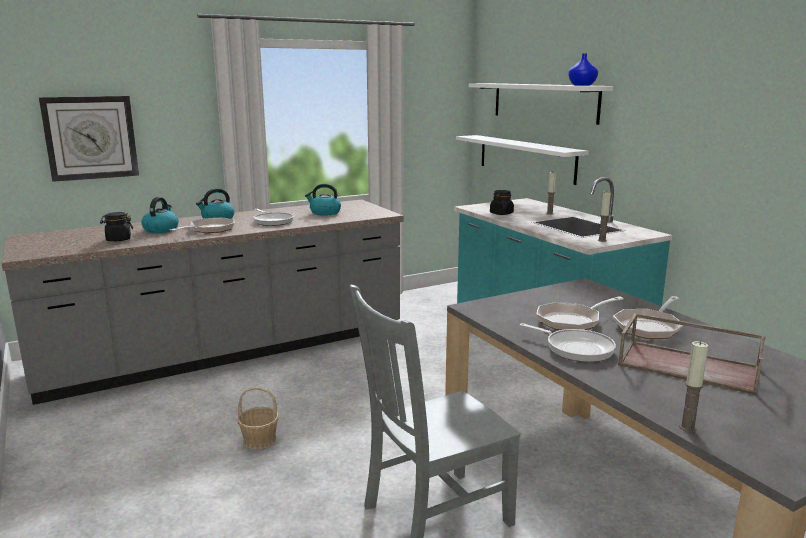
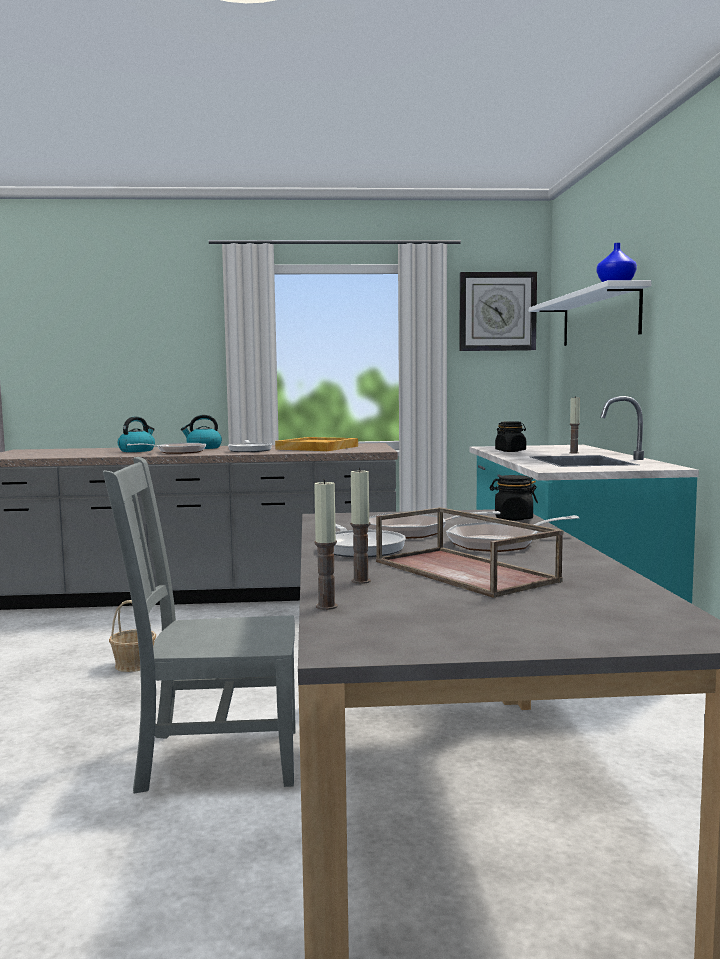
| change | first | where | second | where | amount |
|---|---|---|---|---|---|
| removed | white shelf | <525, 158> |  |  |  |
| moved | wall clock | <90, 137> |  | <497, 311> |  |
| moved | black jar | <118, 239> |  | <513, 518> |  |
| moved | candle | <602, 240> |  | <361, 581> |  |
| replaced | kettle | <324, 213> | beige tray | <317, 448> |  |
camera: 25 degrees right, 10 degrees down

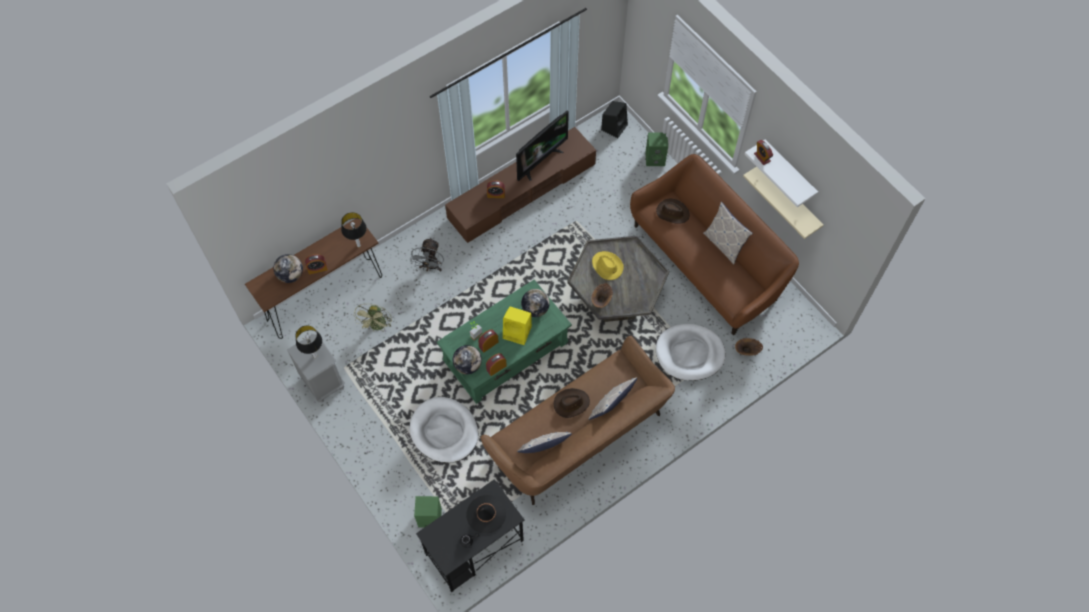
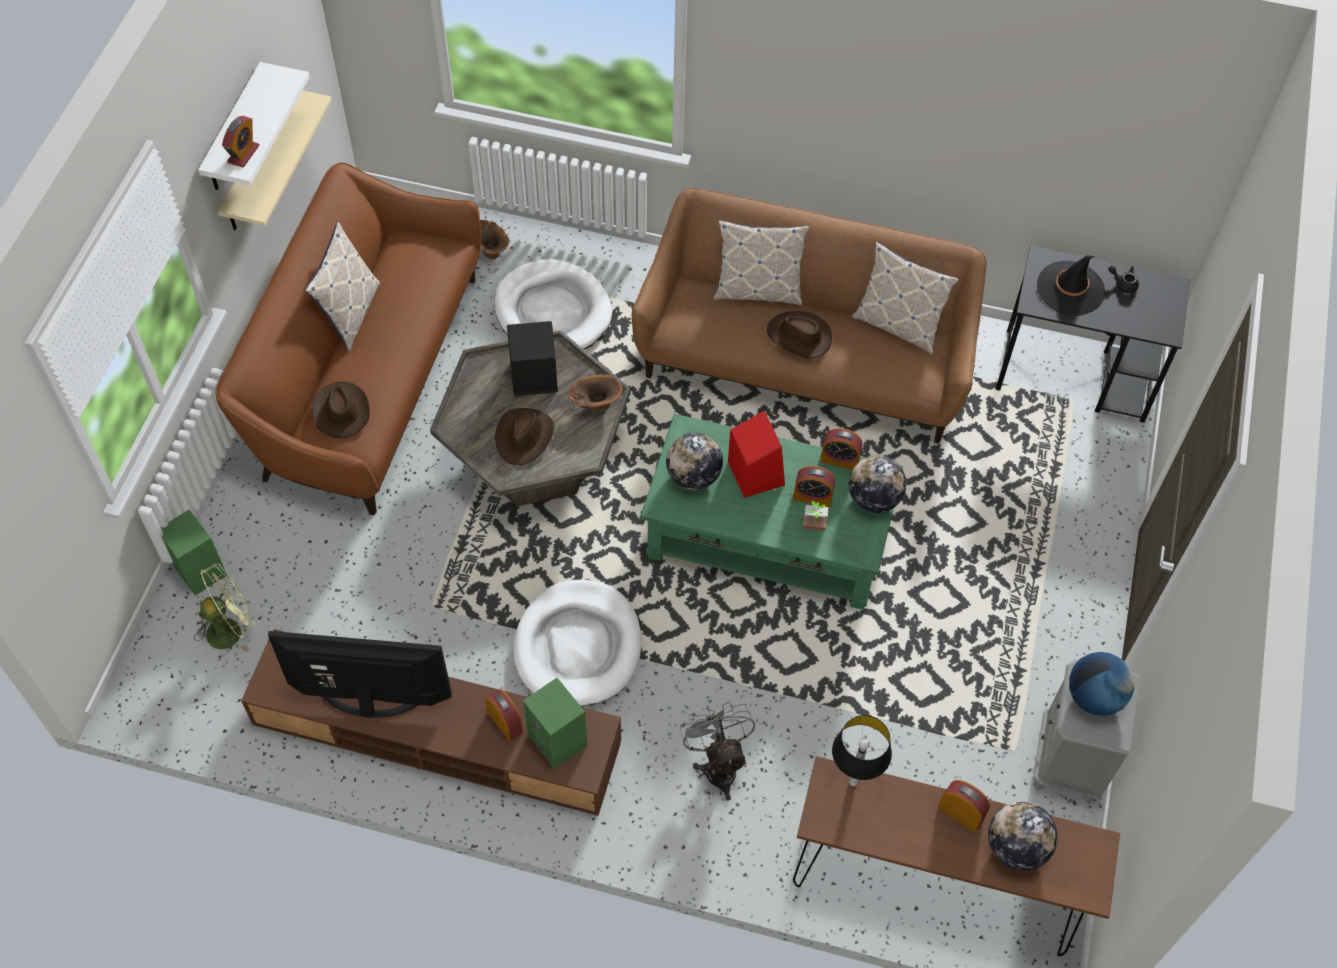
| change | first | where | second | where | amount |
|---|---|---|---|---|---|
| moved | green fan | <377, 326> |  | <231, 629> |  |
| moved | white dog bed | <444, 431> |  | <578, 646> |  |
| moved | green speaker | <429, 518> |  | <559, 740> |  |
| moved | black speaker | <614, 126> |  | <532, 377> |  |
| replaced | table lamp | <315, 356> | globe | <1094, 697> |  |
| recoloured | yellow speaker | <518, 332> | red speaker | <755, 472> |  |
| recoloured | yellow hat | <607, 266> | brown hat | <524, 437> |  |
| turned | grey fan | <430, 267> |  | <718, 765> | 75 degrees counterclockwise |
camera: 130 degrees left, 5 degrees down

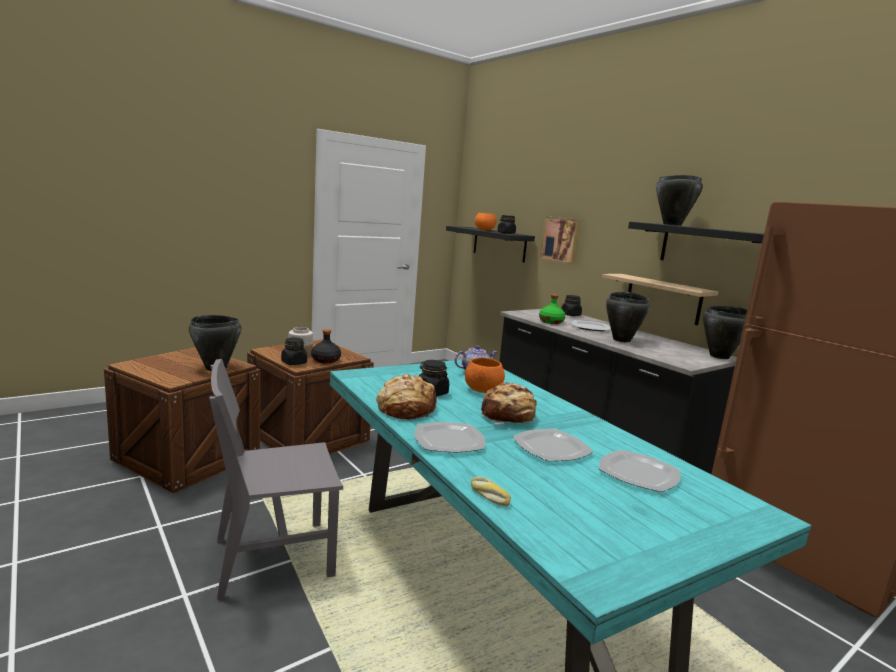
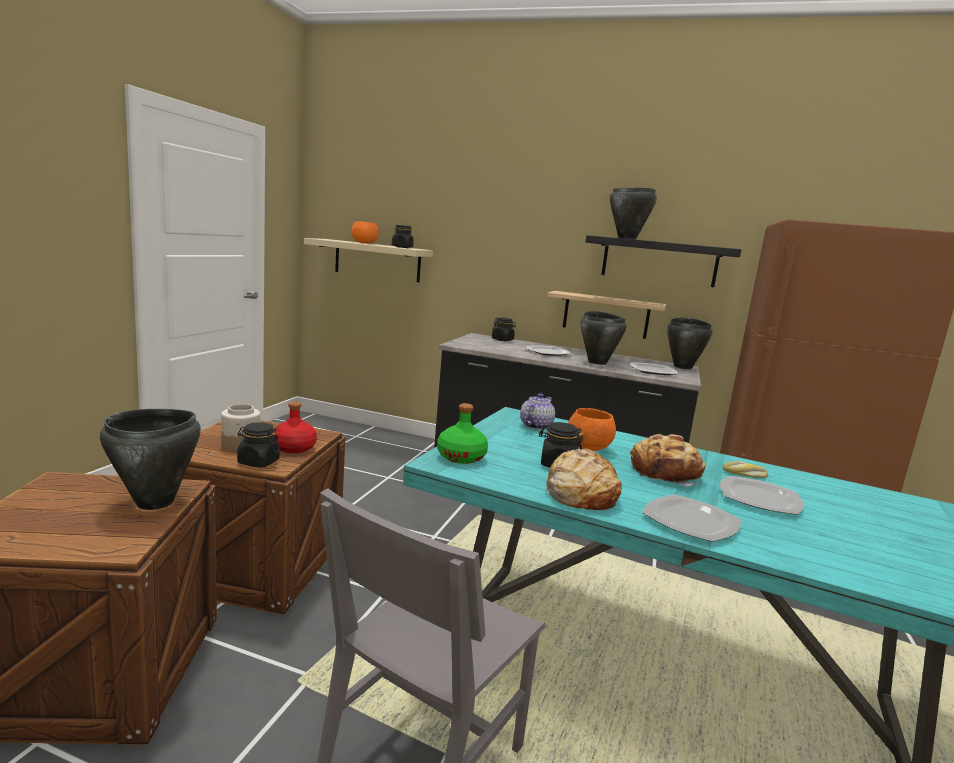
| change | first | where | second | where | amount |
|---|---|---|---|---|---|
| removed | picture | <561, 240> |  |  |  |
| moved | bread | <488, 496> |  | <744, 475> |  |
| moved | green bottle | <551, 322> |  | <461, 457> |  |
| moved | plate | <639, 474> |  | <653, 371> |  |
| recoloured | black bottle | <326, 360> | red bottle | <294, 448> |  |
| recoloured | black shelf | <499, 244> | beige shelf | <377, 260> |  |
camera: 35 degrees left, 0 degrees up

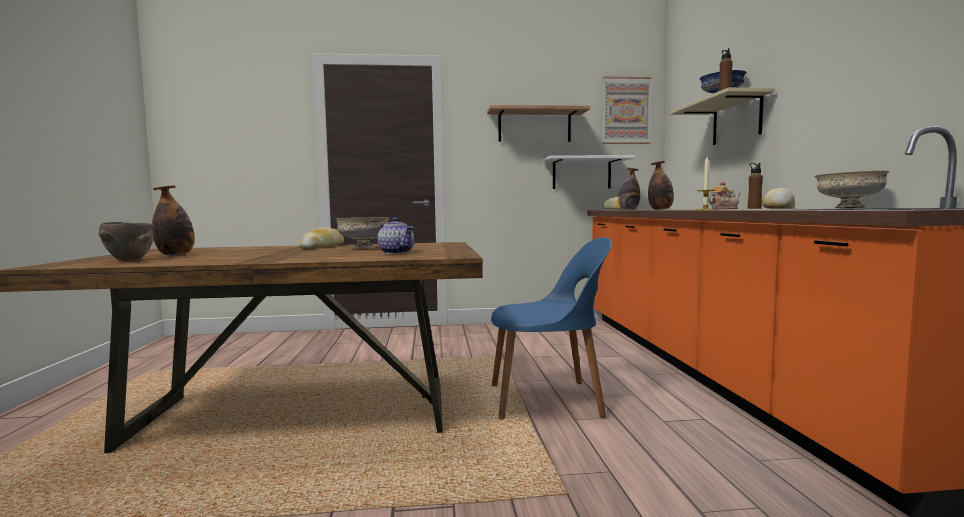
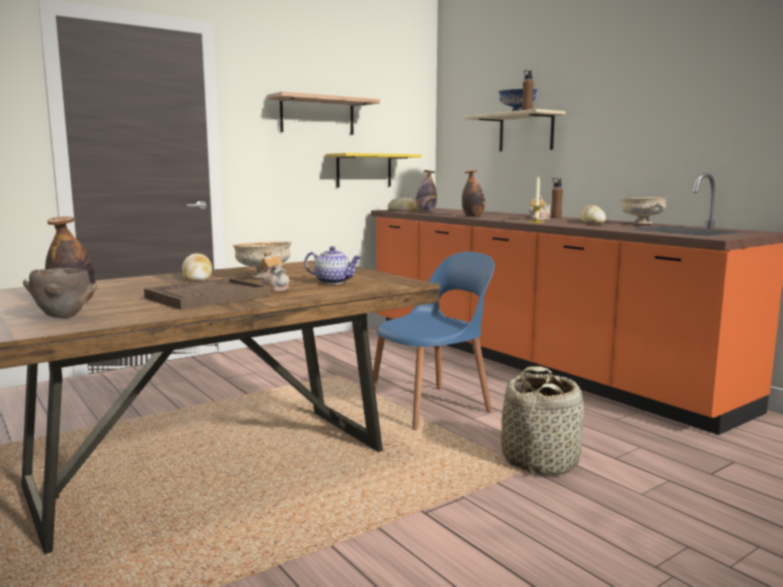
| change | first | where | second | where | amount |
|---|---|---|---|---|---|
| removed | picture | <626, 111> |  |  |  |
| added |  |  | brown tray | <208, 297> |  |
| added |  |  | teapot | <274, 288> |  |
| added |  |  | basket | <540, 460> |  |
| recoloured | white shelf | <581, 174> | yellow shelf | <364, 170> |  |
camera: 30 degrees left, 5 degrees up

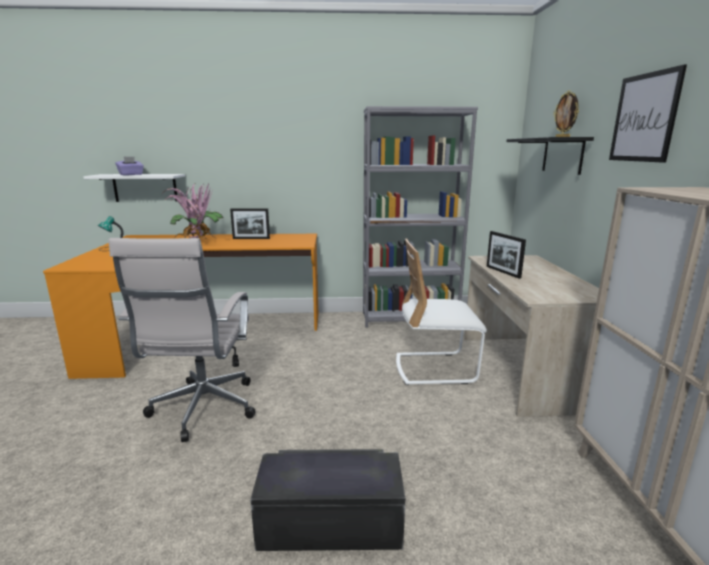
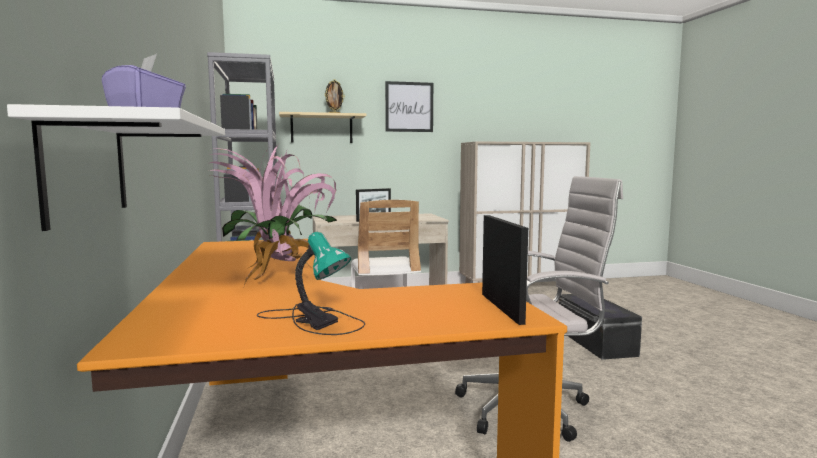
| change | first | where | second | where | amount |
|---|---|---|---|---|---|
| moved | picture frame | <251, 238> |  | <501, 308> |  |
| recoloured | black shelf | <562, 155> | beige shelf | <321, 129> |  |
camera: 100 degrees left, 10 degrees down

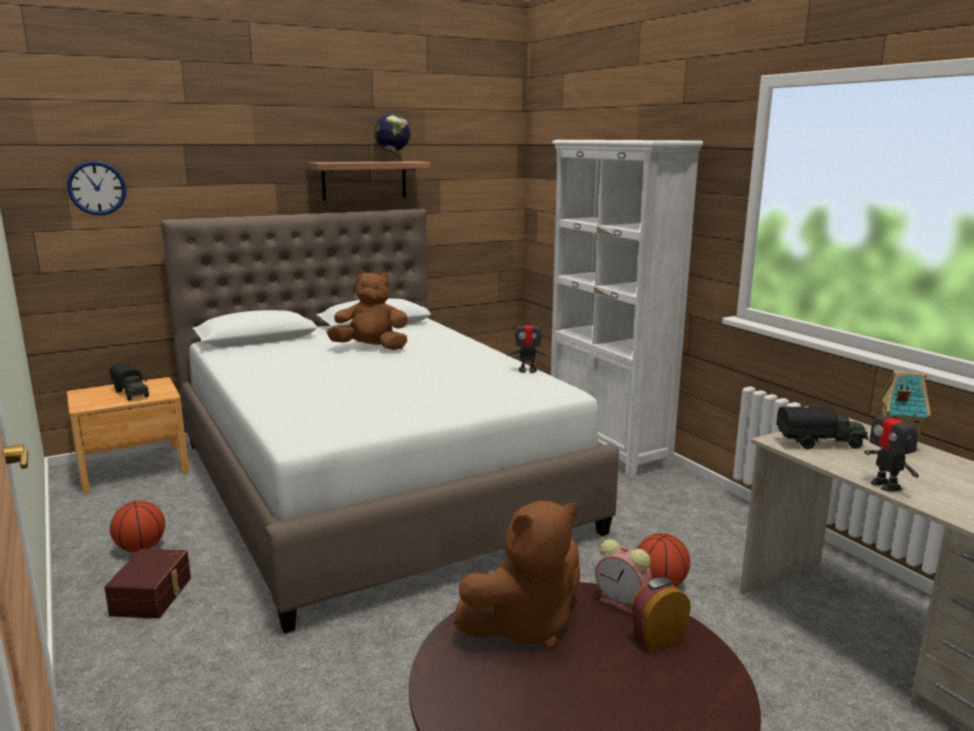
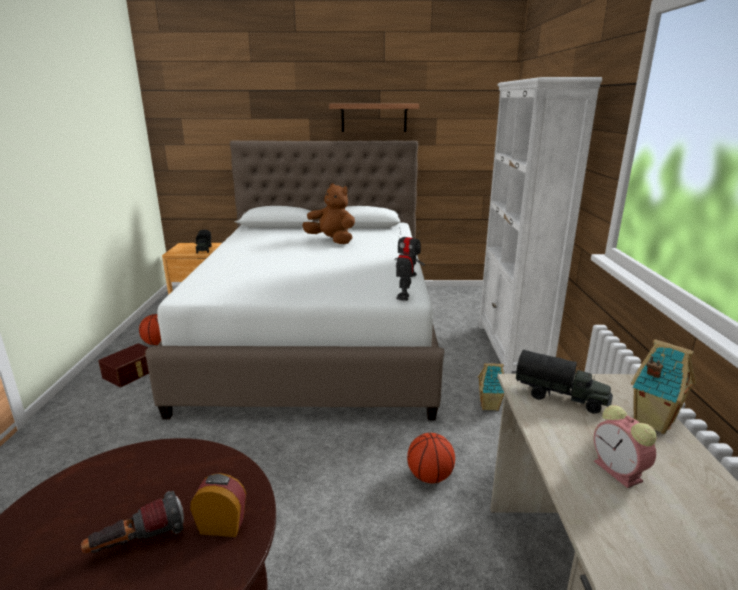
| change | first | where | second | where | amount |
|---|---|---|---|---|---|
| removed | wall clock | <97, 188> |  |  |  |
| removed | globe | <393, 161> |  |  |  |
| removed | brown plush toy | <524, 625> |  |  |  |
| added |  |  | flashlight | <138, 543> |  |
| added |  |  | toy house | <490, 406> |  |
| moved | alarm clock | <623, 603> |  | <619, 472> |  |
| moved | toy robot | <885, 485> |  | <403, 297> |  |
camera: 30 degrees right, 5 degrees up

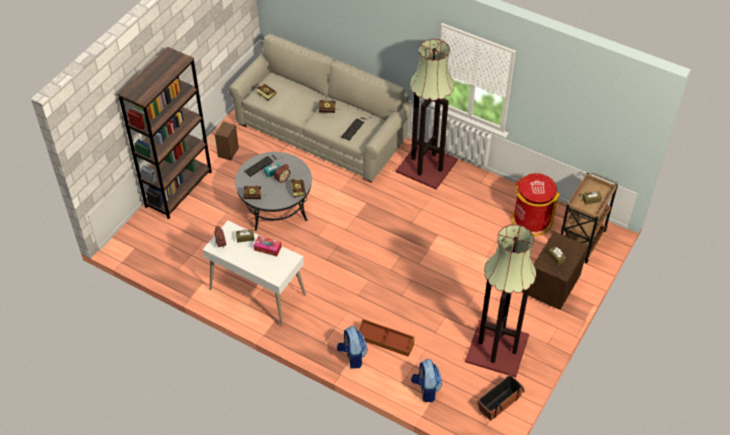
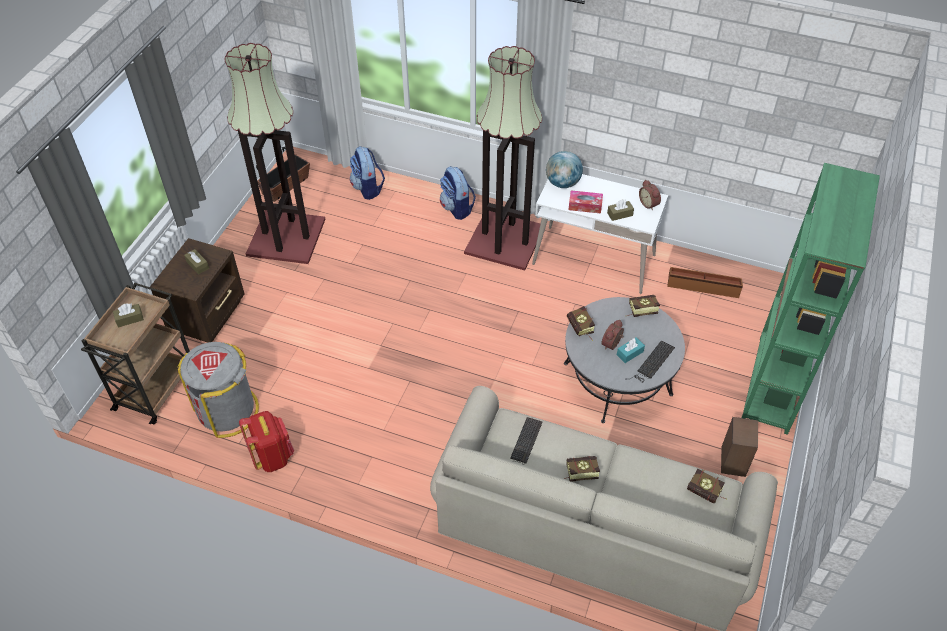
| change | first | where | second | where | amount |
|---|---|---|---|---|---|
| added |  |  | red backpack | <273, 456> |  |
| added |  |  | globe | <562, 183> |  |
| moved | brown storage box | <385, 341> |  | <703, 286> |  |
| moved | floor lamp | <427, 165> |  | <503, 240> |  |
| recoloured | brown bookcase | <179, 189> | green bookcase | <773, 384> |  |
| recoloured | red trash can | <531, 220> | grey trash can | <227, 410> |  |
camera: 170 degrees right, 0 degrees up

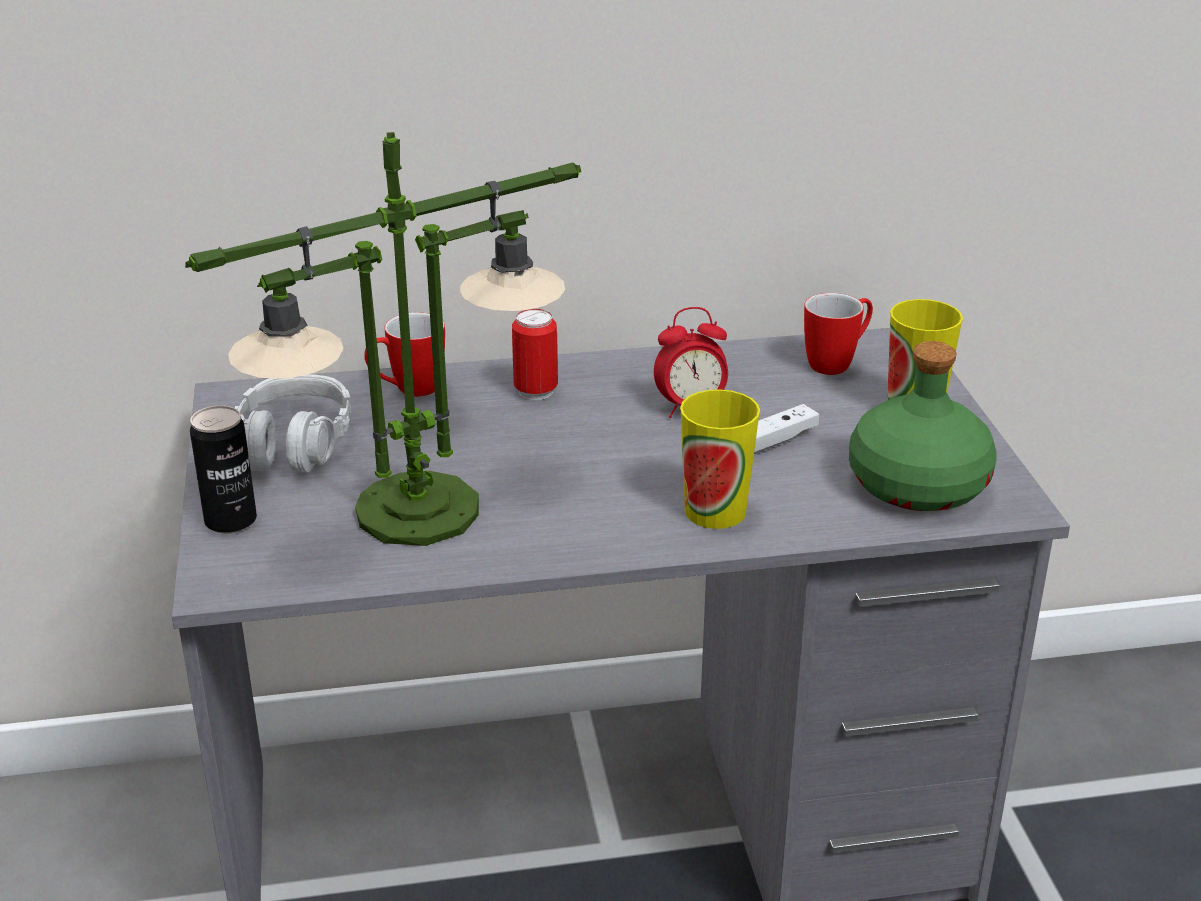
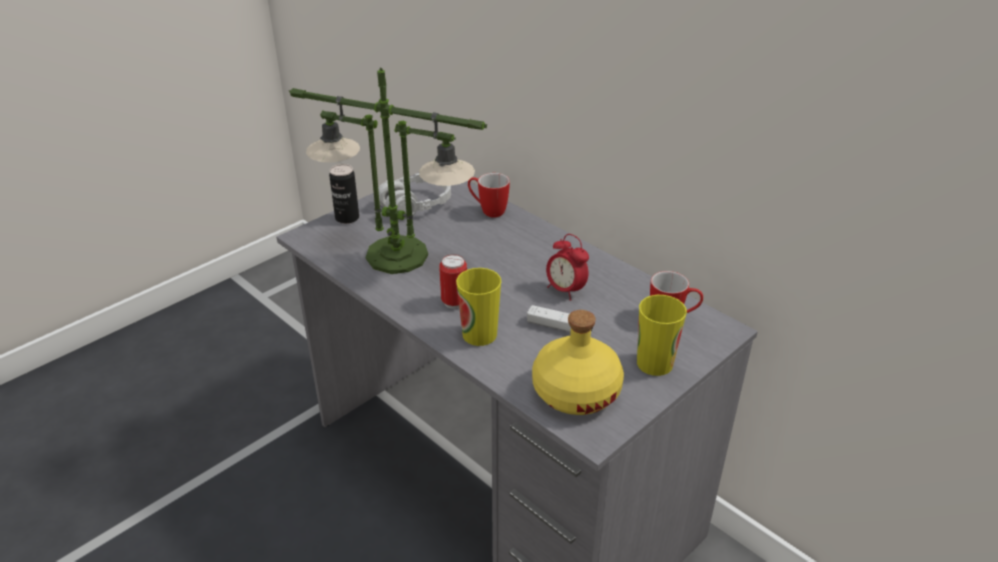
| change | first | where | second | where | amount |
|---|---|---|---|---|---|
| moved | can | <536, 391> |  | <454, 302> |  |
| recoloured | green bottle | <916, 485> | yellow bottle | <575, 391> |  |
camera: 55 degrees right, 5 degrees up

